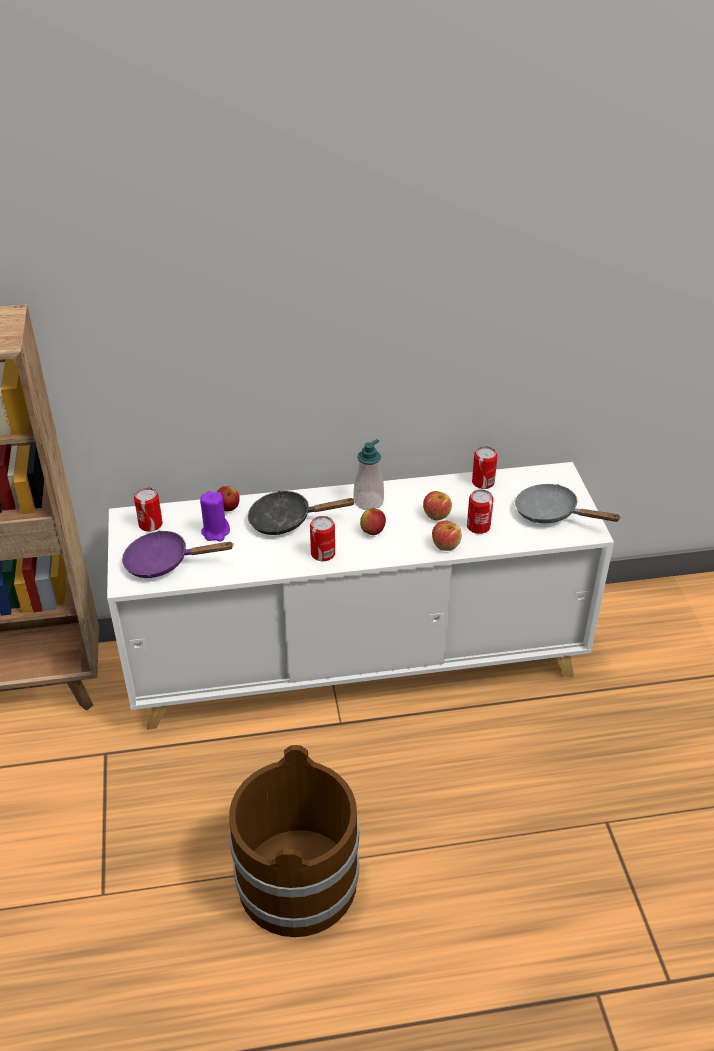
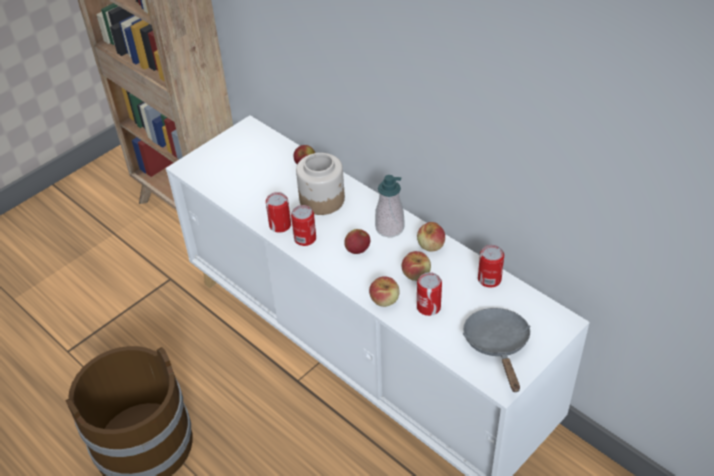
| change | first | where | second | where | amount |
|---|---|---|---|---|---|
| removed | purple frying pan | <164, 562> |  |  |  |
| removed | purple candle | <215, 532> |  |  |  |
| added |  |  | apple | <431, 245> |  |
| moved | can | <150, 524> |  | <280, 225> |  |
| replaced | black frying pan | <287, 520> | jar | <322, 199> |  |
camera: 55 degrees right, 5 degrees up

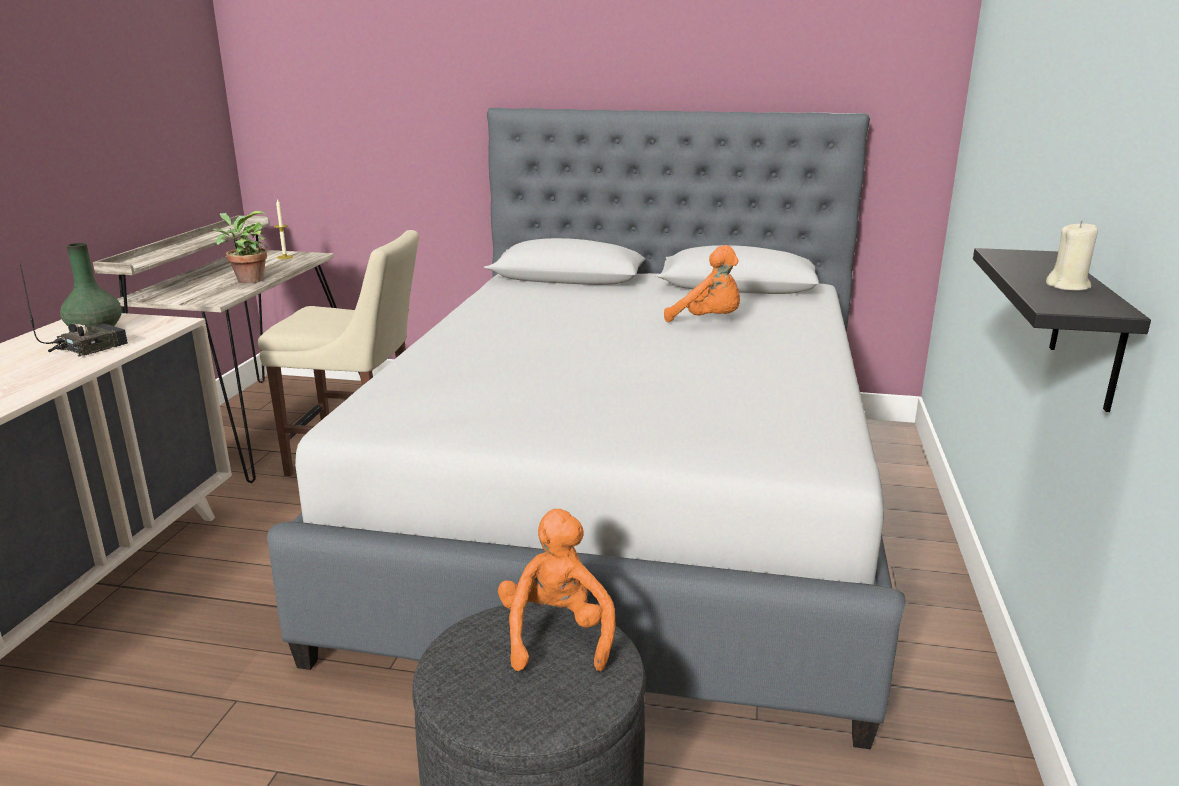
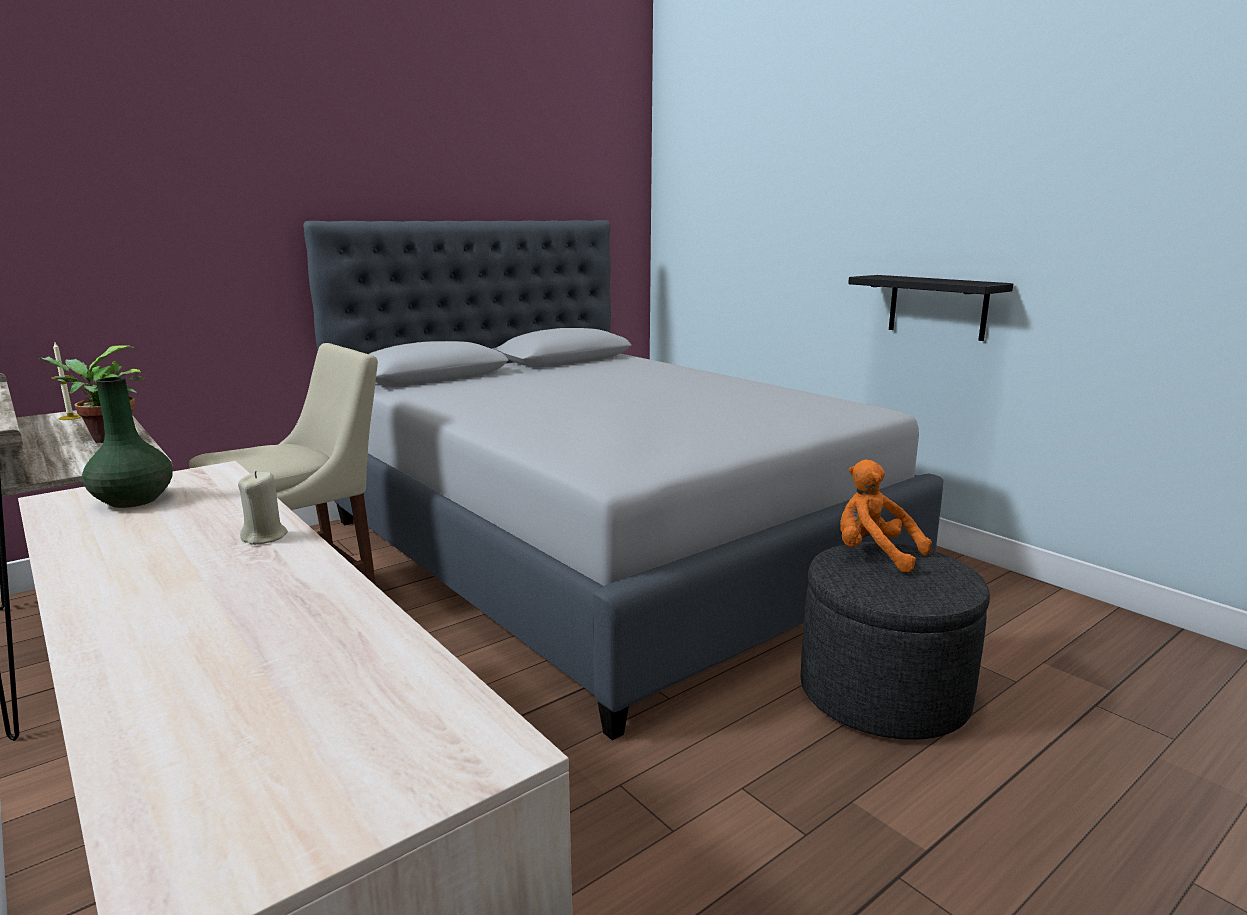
| change | first | where | second | where | amount |
|---|---|---|---|---|---|
| removed | radio | <89, 347> |  |  |  |
| removed | orange plush toy | <709, 321> |  |  |  |
| moved | beige candle | <1068, 286> |  | <265, 537> |  |
camera: 50 degrees left, 5 degrees down

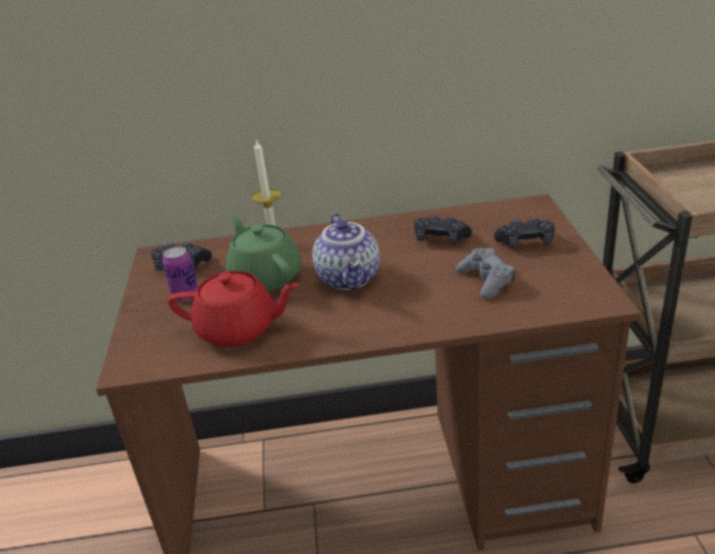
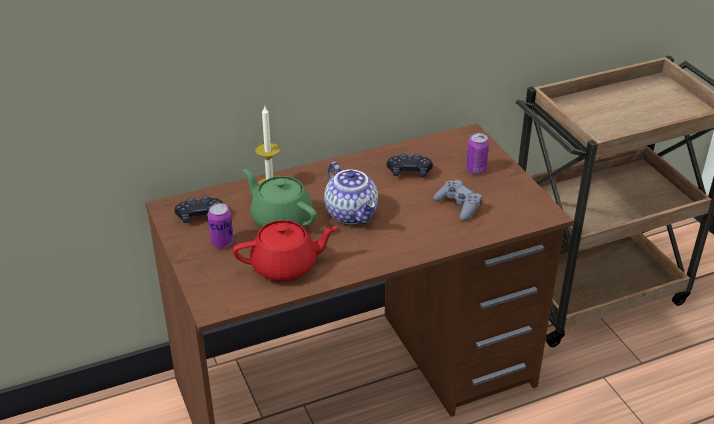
| change | first | where | second | where | amount |
|---|---|---|---|---|---|
| replaced | black game controller | <525, 242> | can | <476, 170> |  |
camera: 20 degrees left, 5 degrees up

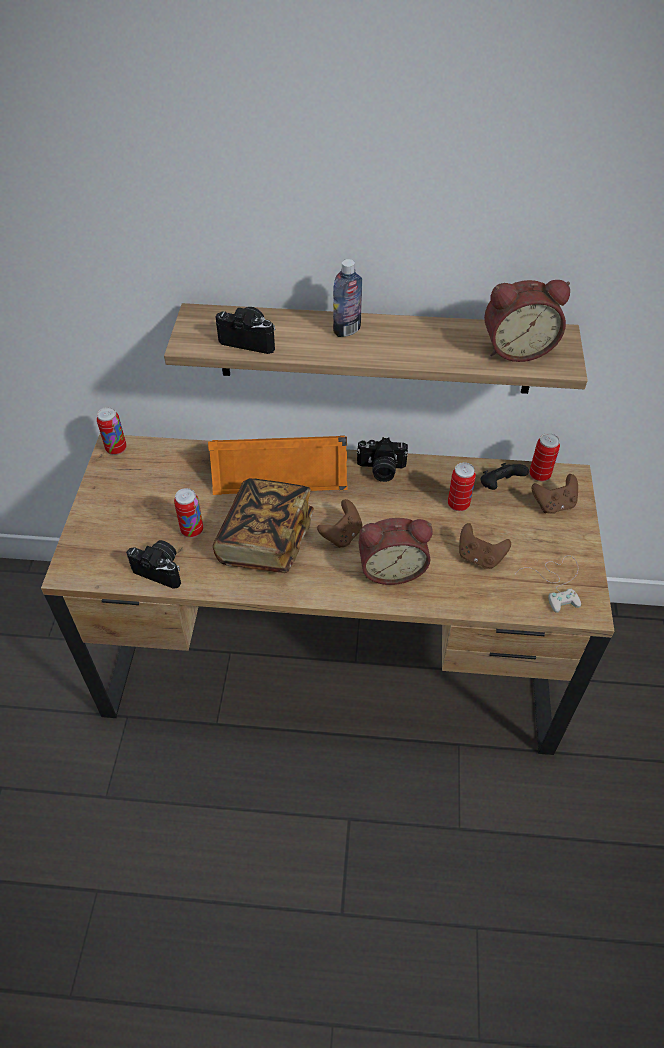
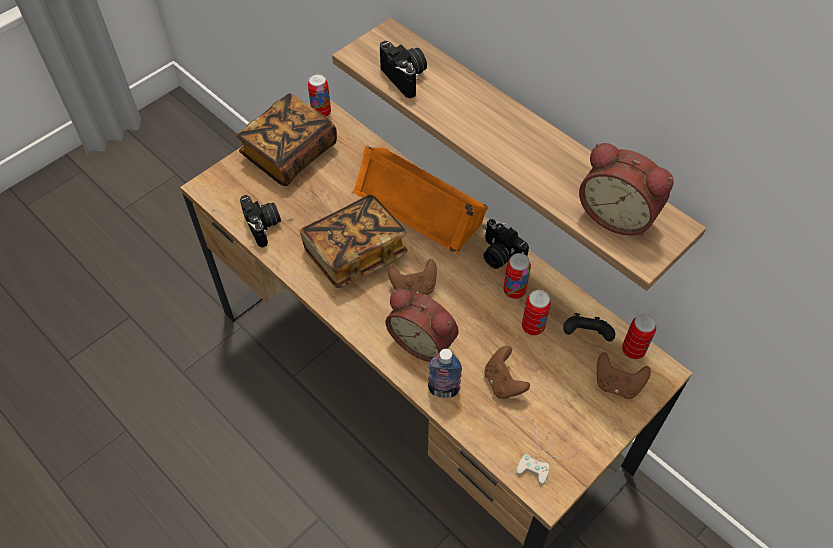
| change | first | where | second | where | amount |
|---|---|---|---|---|---|
| added |  |  | book | <289, 153> |  |
| moved | can | <192, 530> |  | <514, 291> |  |
| moved | bottle | <347, 330> |  | <443, 390> |  |
camera: 40 degrees right, 5 degrees up

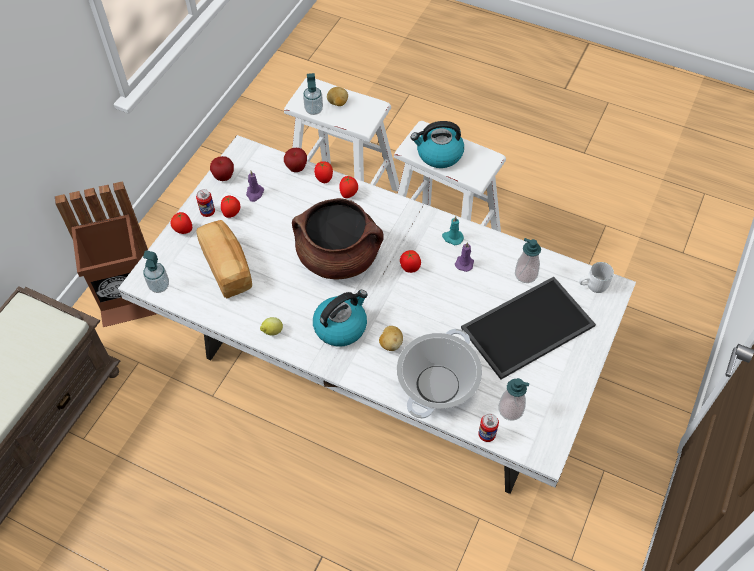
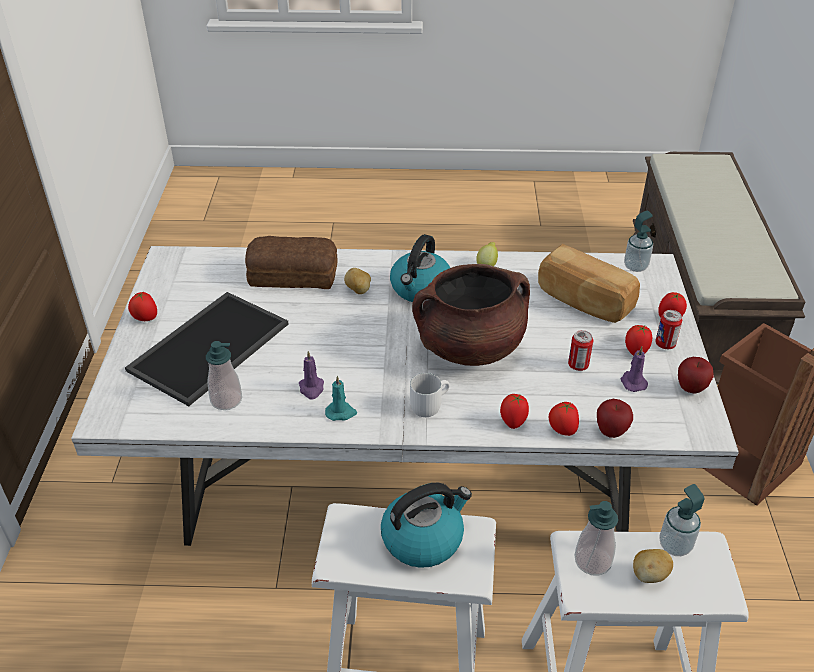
| change | first | where | second | where | amount |
|---|---|---|---|---|---|
| moved | tomato | <409, 268> |  | <145, 319> |  |
| moved | can | <486, 434> |  | <578, 365> |  |
| moved | soap dispenser | <510, 409> |  | <592, 561> |  |
| moved | white mug | <594, 287> |  | <428, 404> |  |
| replaced | cooking pot | <438, 385> | bread | <292, 274> |  |
camera: 155 degrees right, 15 degrees down

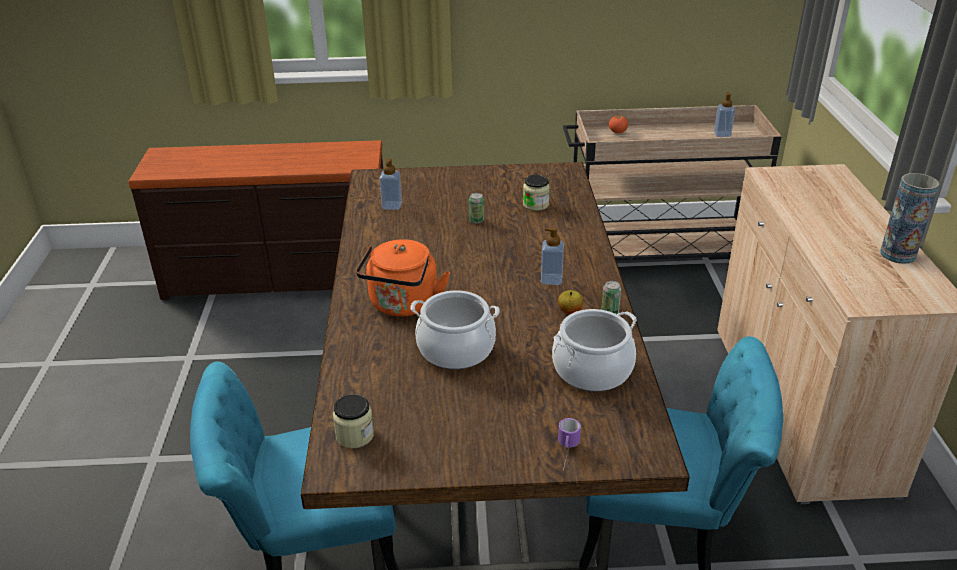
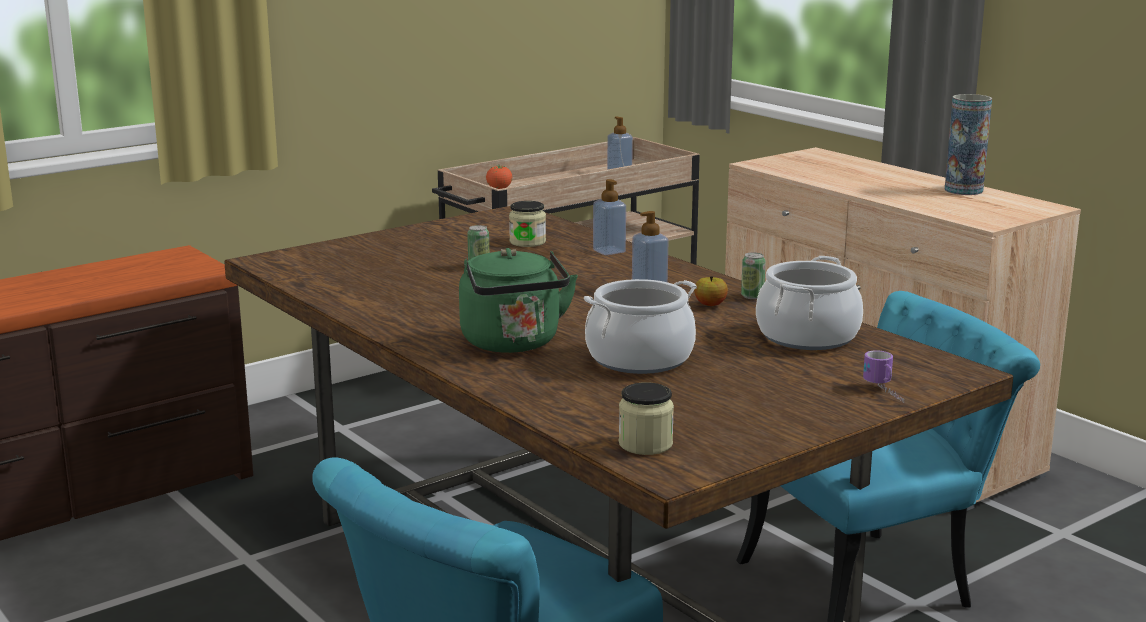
| change | first | where | second | where | amount |
|---|---|---|---|---|---|
| moved | soap dispenser | <392, 205> |  | <609, 251> |  |
| recoloured | orange kettle | <403, 305> | green kettle | <513, 344> |  |
camera: 35 degrees left, 15 degrees down

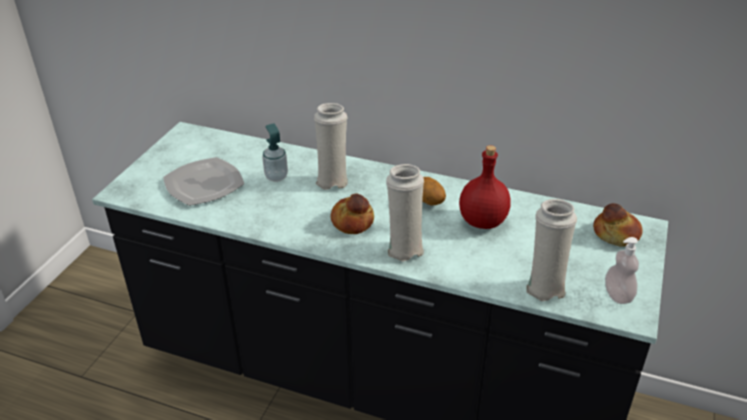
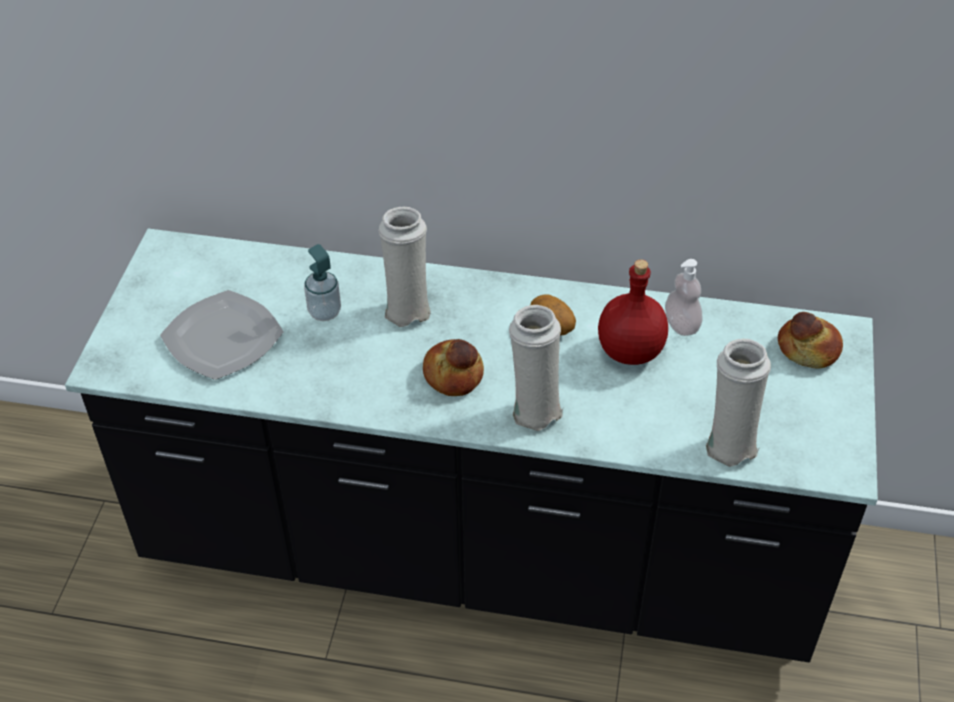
| change | first | where | second | where | amount |
|---|---|---|---|---|---|
| moved | soap dispenser | <618, 295> |  | <681, 325> |  |
camera: 10 degrees left, 10 degrees up

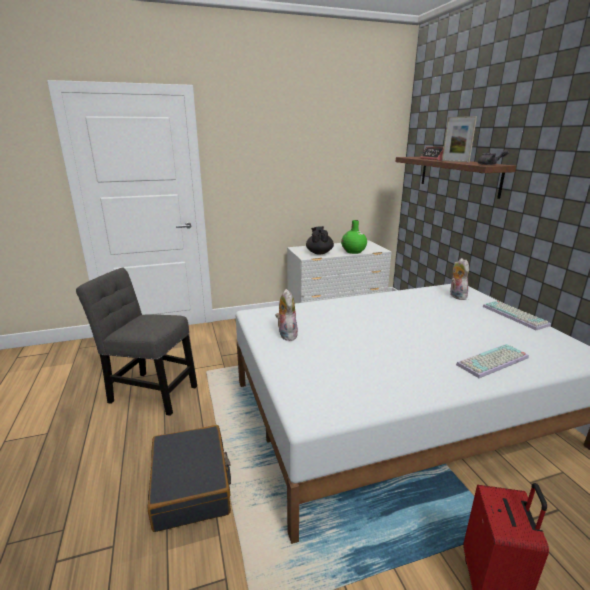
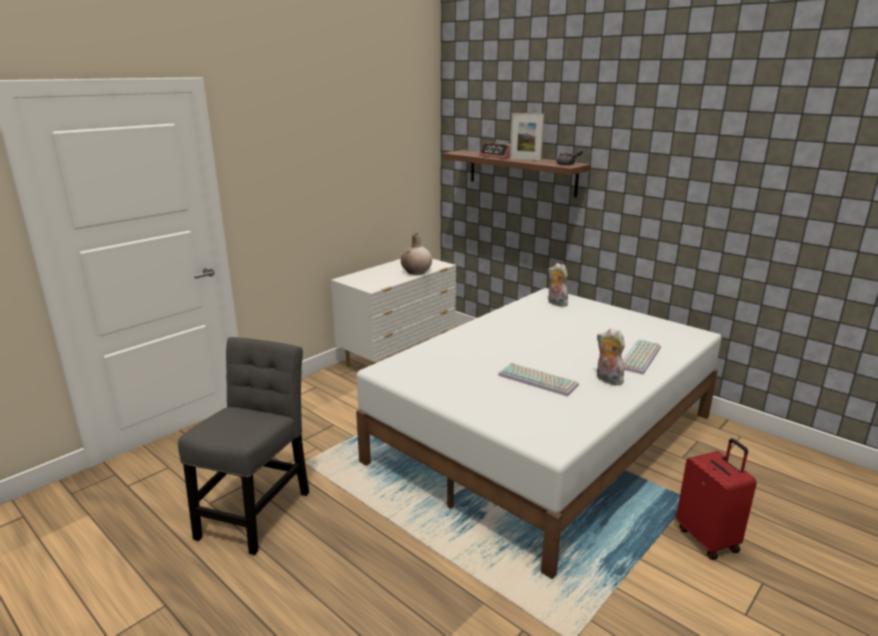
| change | first | where | second | where | amount |
|---|---|---|---|---|---|
| removed | black suitcase | <191, 485> |  |  |  |
| removed | black teapot | <319, 253> |  |  |  |
| moved | plush toy | <286, 334> |  | <607, 380> |  |
| moved | keyboard | <516, 316> |  | <539, 380> |  |
| recoloured | green vase | <353, 251> | beige vase | <416, 272> |  |
| turned | grey chair | <150, 392> |  | <257, 510> | 120 degrees clockwise |
camera: 30 degrees left, 0 degrees up

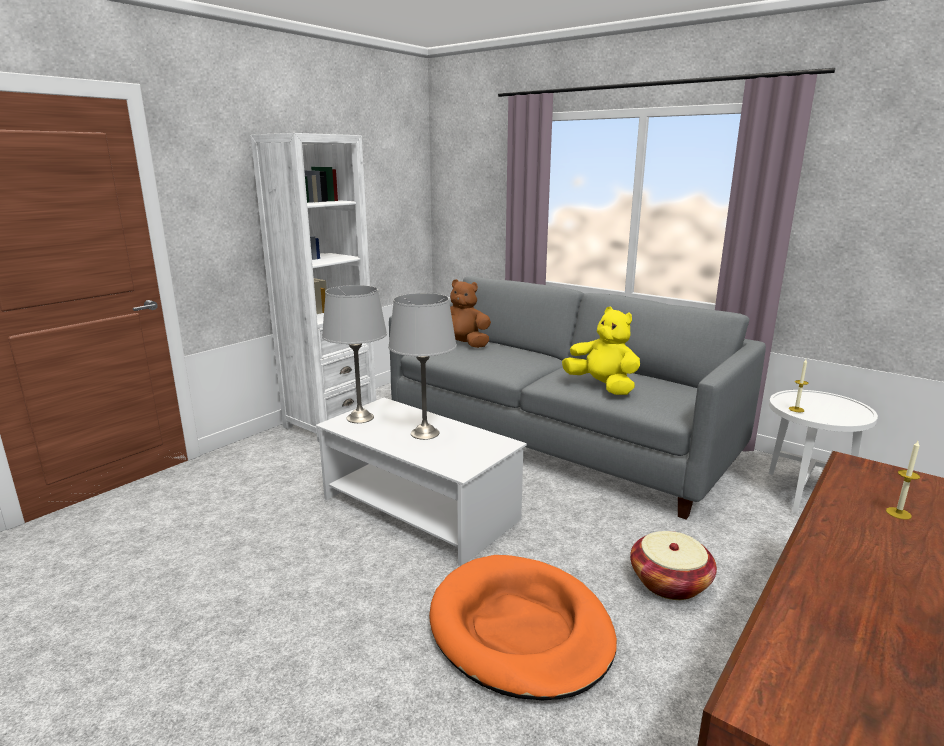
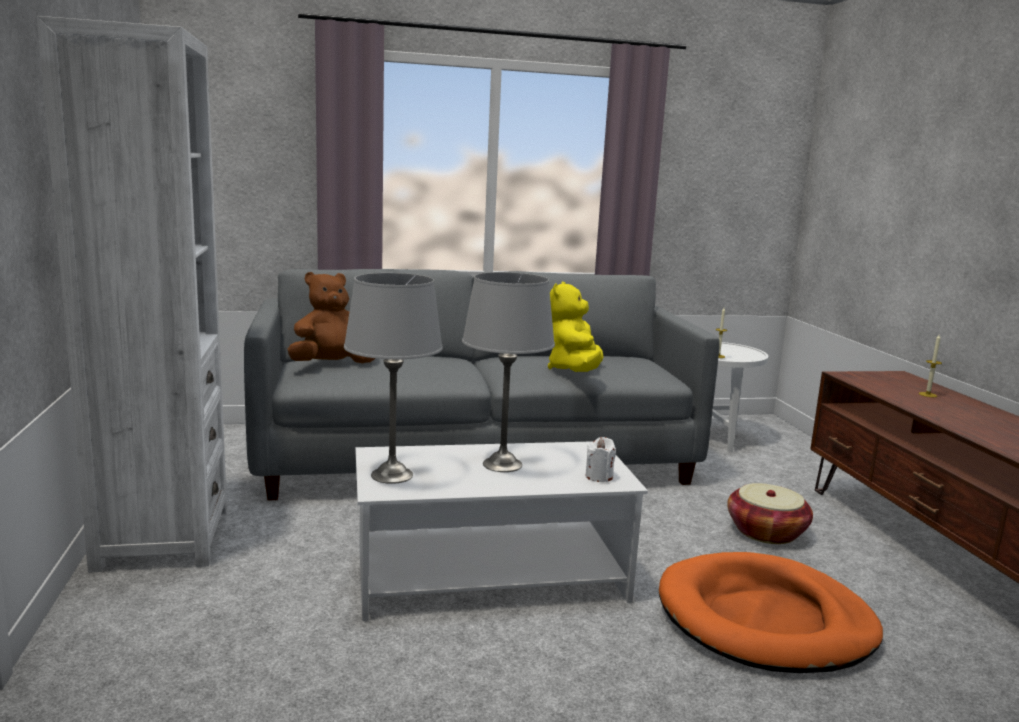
| change | first | where | second | where | amount |
|---|---|---|---|---|---|
| added |  |  | white candle | <599, 477> |  |
| turned | yellow plush toy | <602, 386> |  | <575, 371> | 75 degrees counterclockwise |
camera: 50 degrees left, 5 degrees down

